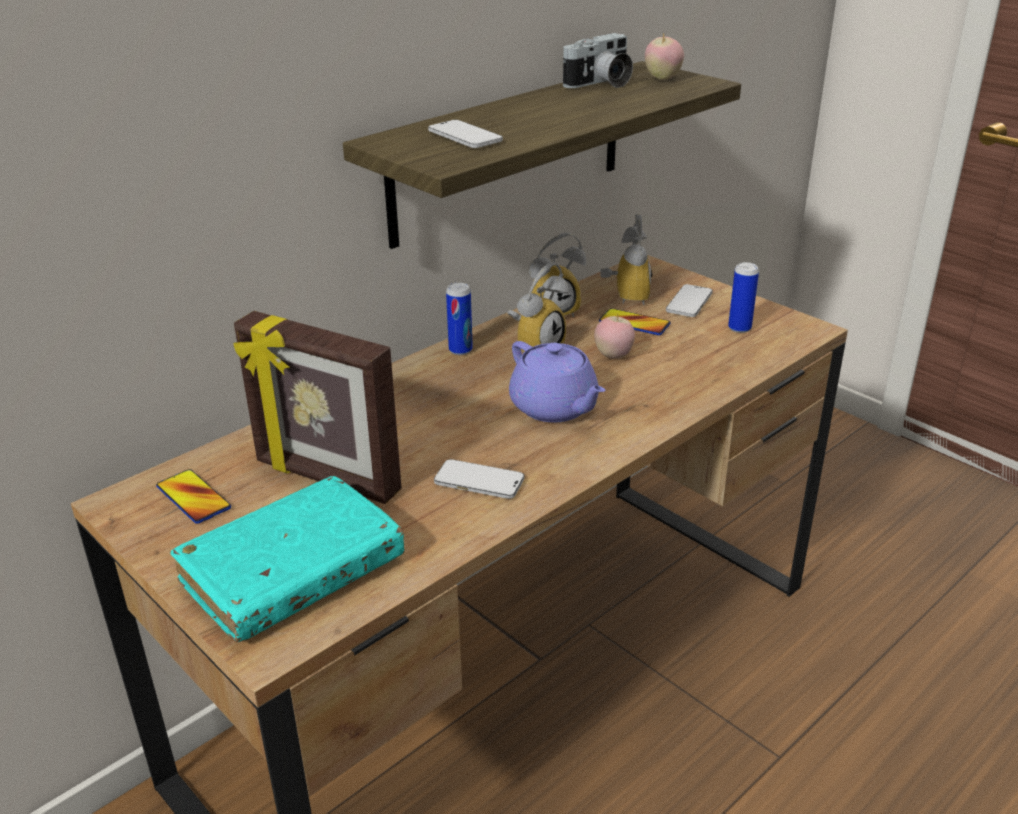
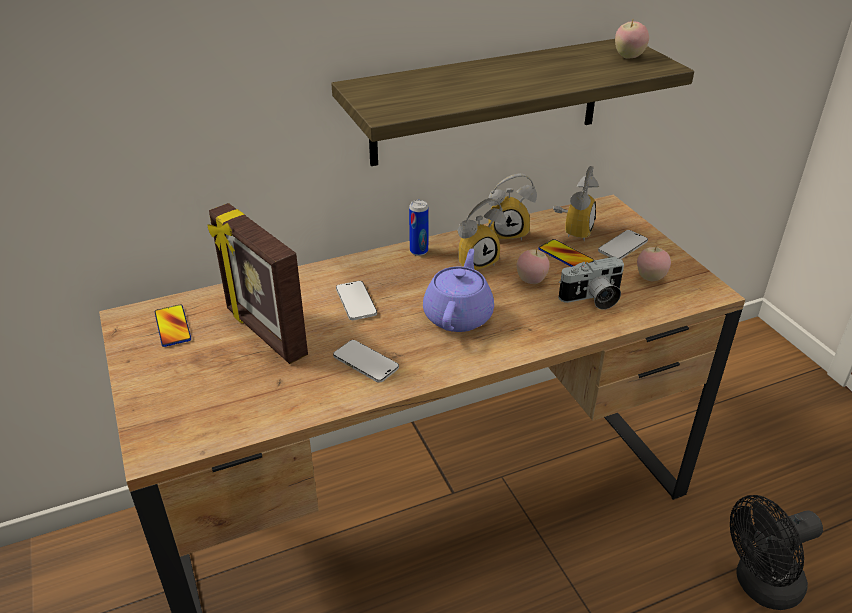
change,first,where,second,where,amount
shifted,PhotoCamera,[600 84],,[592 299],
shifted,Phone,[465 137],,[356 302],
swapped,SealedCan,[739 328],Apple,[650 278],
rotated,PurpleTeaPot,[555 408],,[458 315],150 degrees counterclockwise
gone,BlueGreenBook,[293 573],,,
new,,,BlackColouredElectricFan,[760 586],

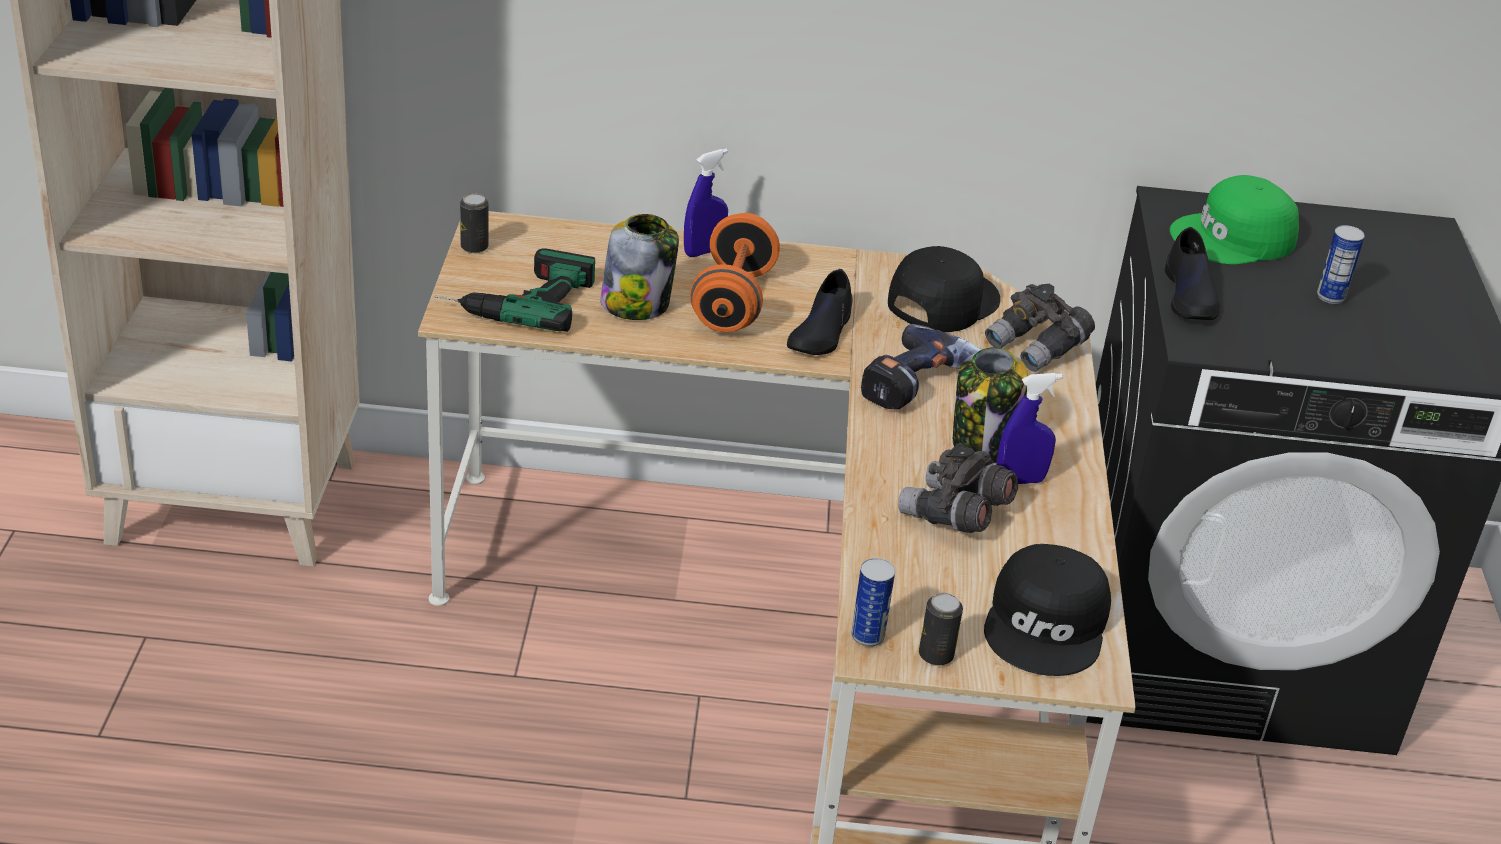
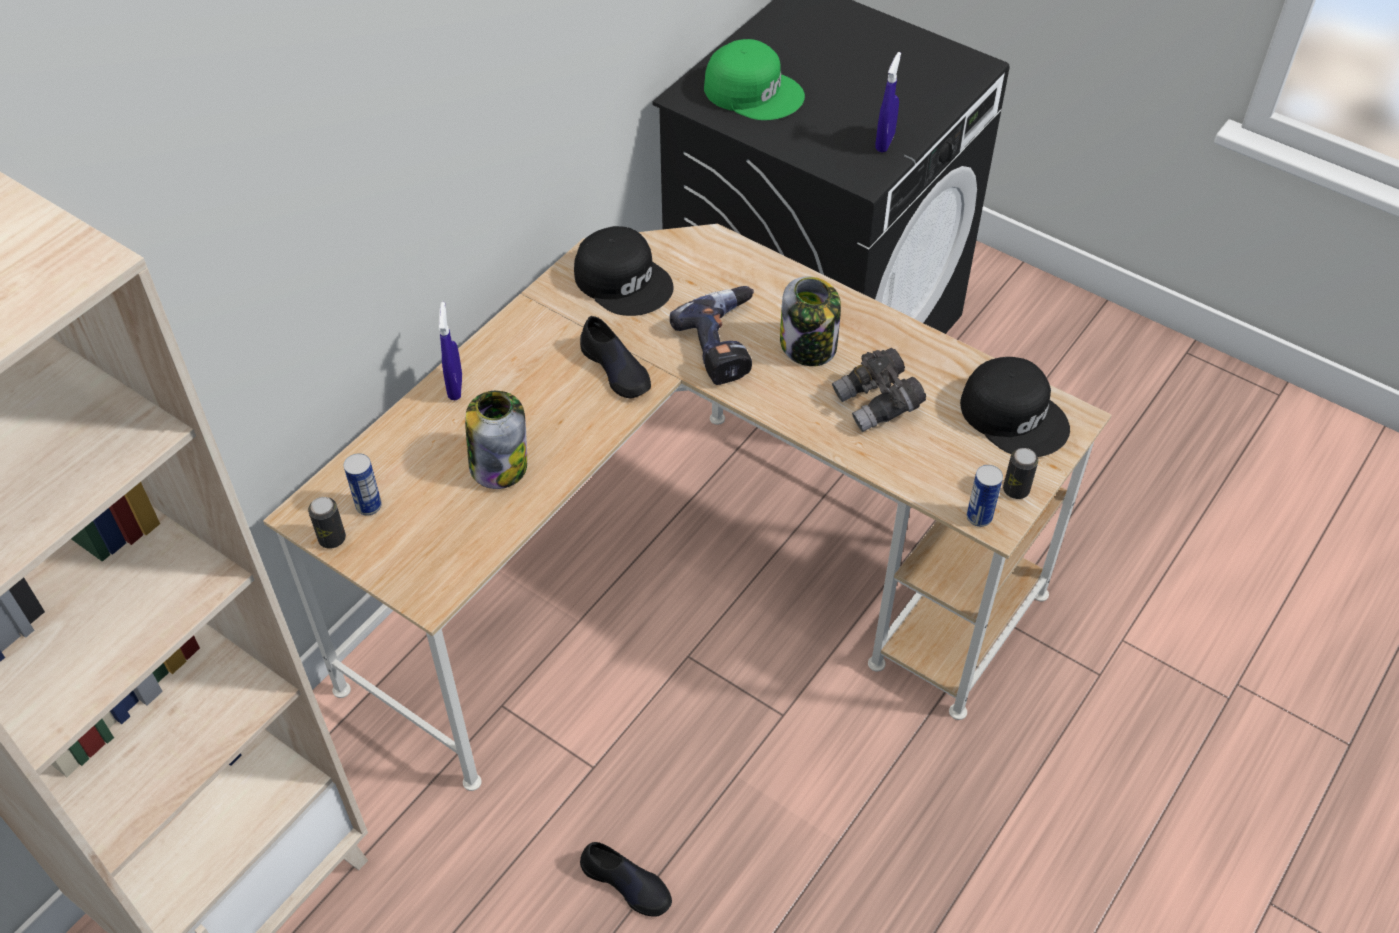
change,first,where,second,where,amount
rotated,GreenishBaseballCap,[1234 238],,[753 91],75 degrees counterclockwise
gone,OrangeyHandWeight,[733 301],,,
shifted,SealedCan,[1330 297],,[368 506],
shifted,BlackColouredShoe,[1189 296],,[627 883],
rotated,BlackColouredBaseballCap,[941 301],,[624 280],150 degrees clockwise
gone,Drill,[515 297],,,
gone,GreyishFieldGlasses,[1037 347],,,
shifted,BlueColouredHandSprayer,[1020 480],,[885 142],

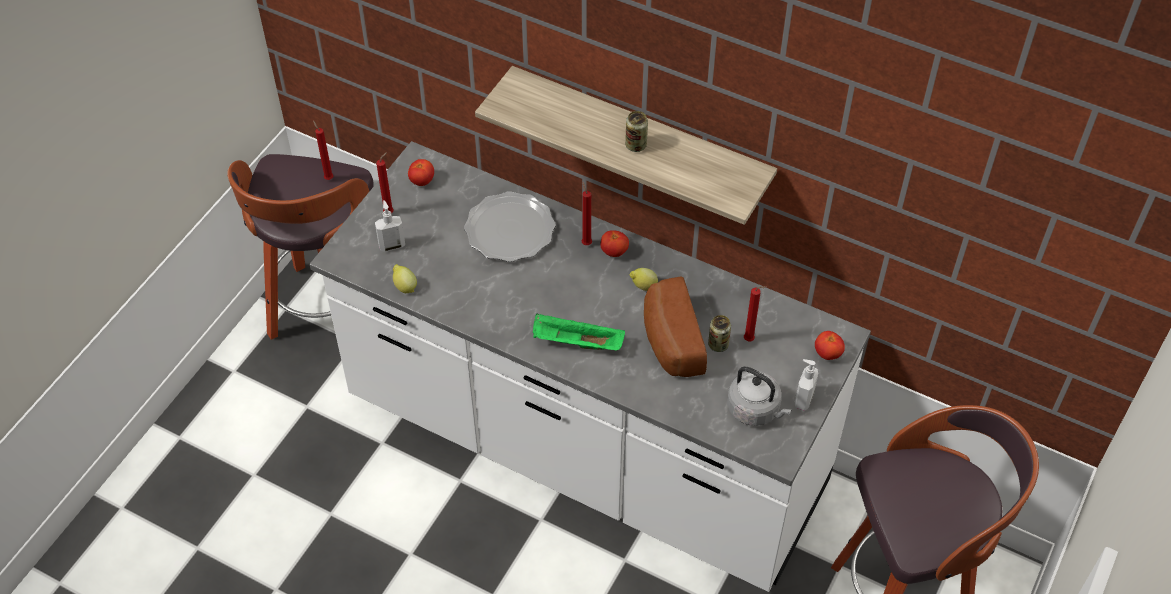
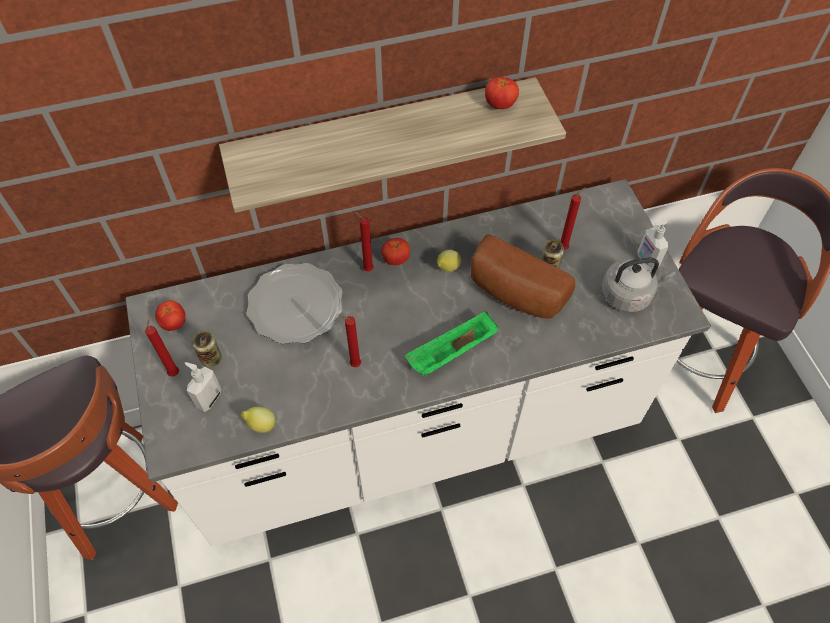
change,first,where,second,where,amount
shifted,SealedCan,[636 145],,[211 359],
shifted,RedColouredWaxCandle,[328 178],,[353 364],
shifted,Tomato,[827 353],,[500 105],

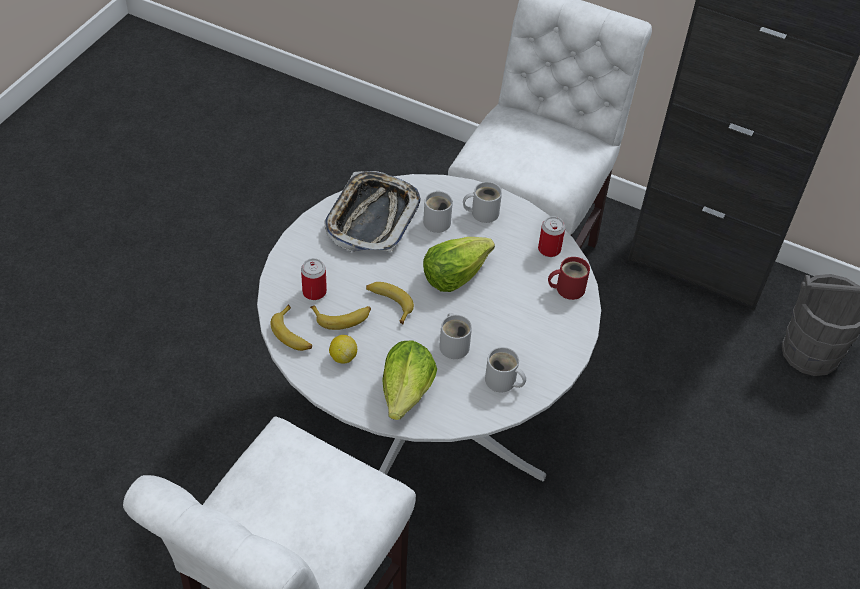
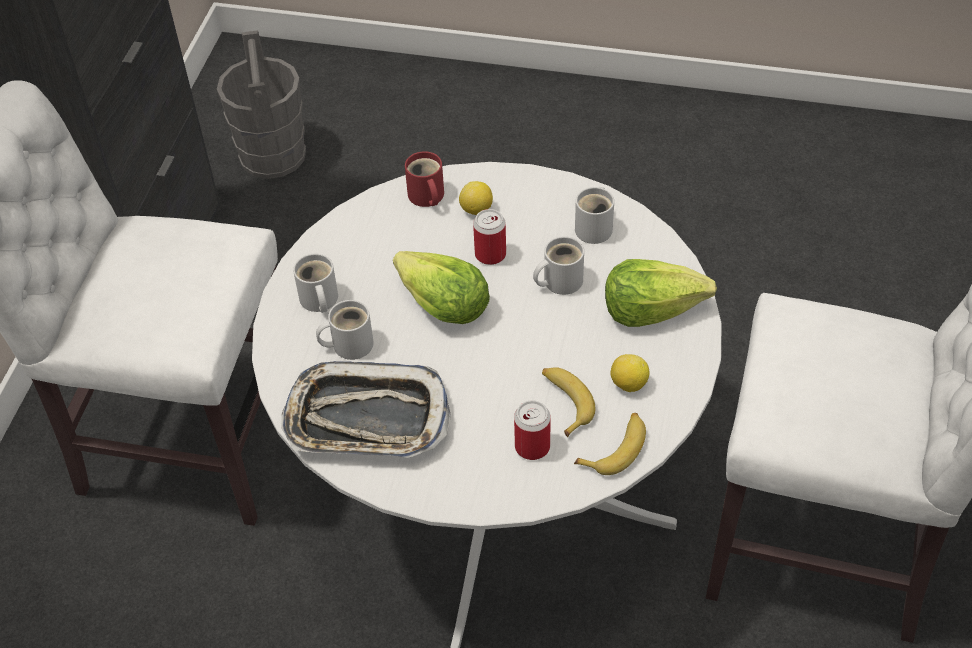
change,first,where,second,where,amount
shifted,SealedCan,[549 249],,[490 254],
gone,Banana,[389 303],,,
new,,,WholeLemon,[476 210],

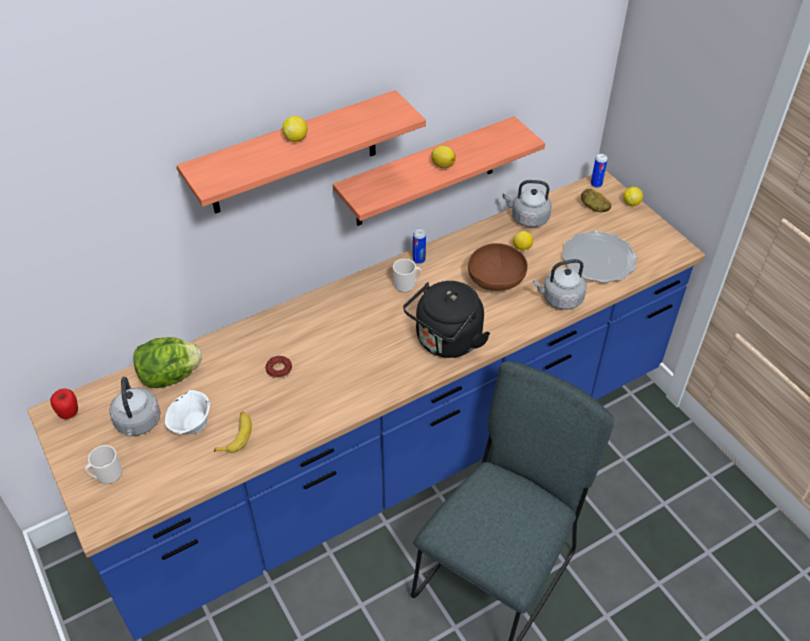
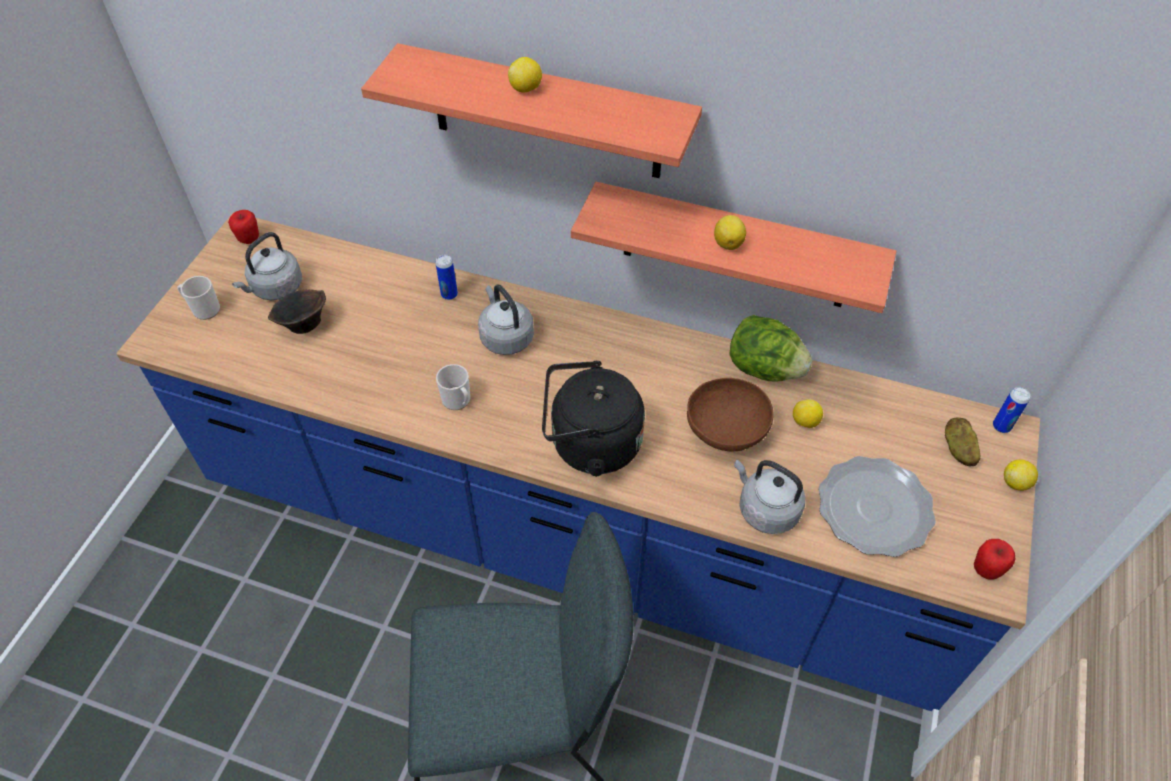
change,first,where,second,where,amount
shifted,GreyishTeaKettle,[527 218],,[505 337],
shifted,SealedCan,[419 260],,[449 294],
shifted,TeaMug,[407 285],,[458 401],
shifted,Lettuce,[170 376],,[764 368],
gone,RingDoughnut,[279 369],,,
repainted,WhitishDeepDish,[191 425],BrownDeepDish,[303 324],
gone,Banana,[236 435],,,
new,,,Apple,[986 569],

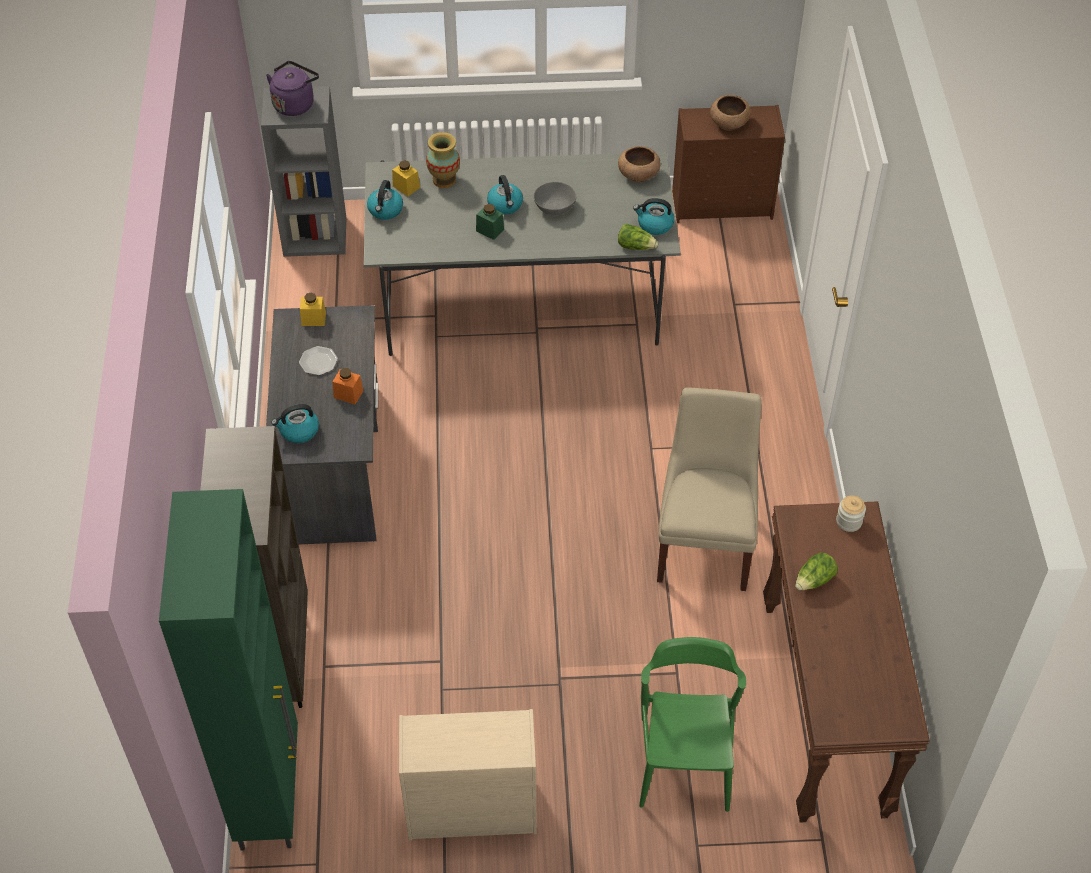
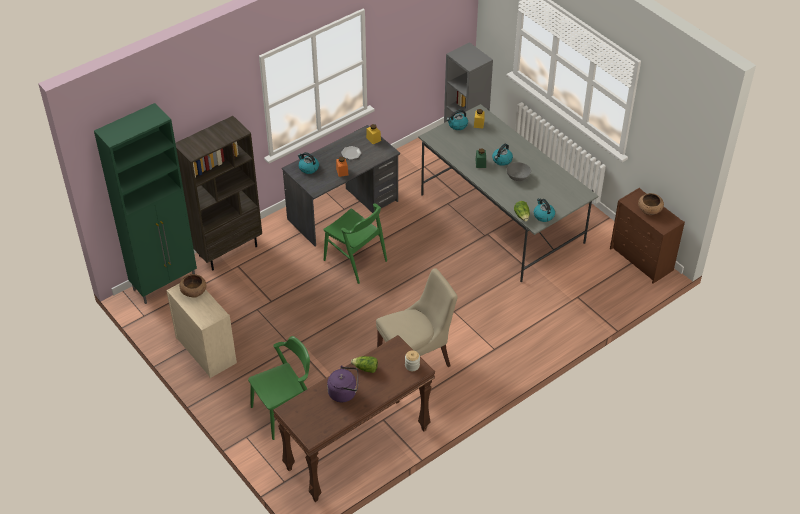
change,first,where,second,where,amount
shifted,PurpleTeaKettle,[295 103],,[344 392],
gone,Vase,[444 180],,,
shifted,BrownDeepDish,[638 174],,[194 291],
new,,,GreenishChair,[355 260],

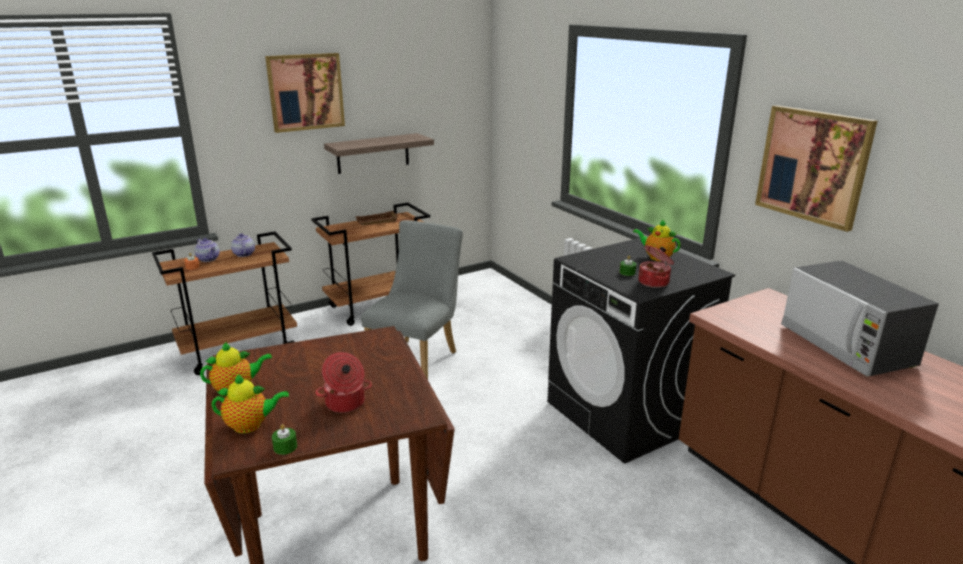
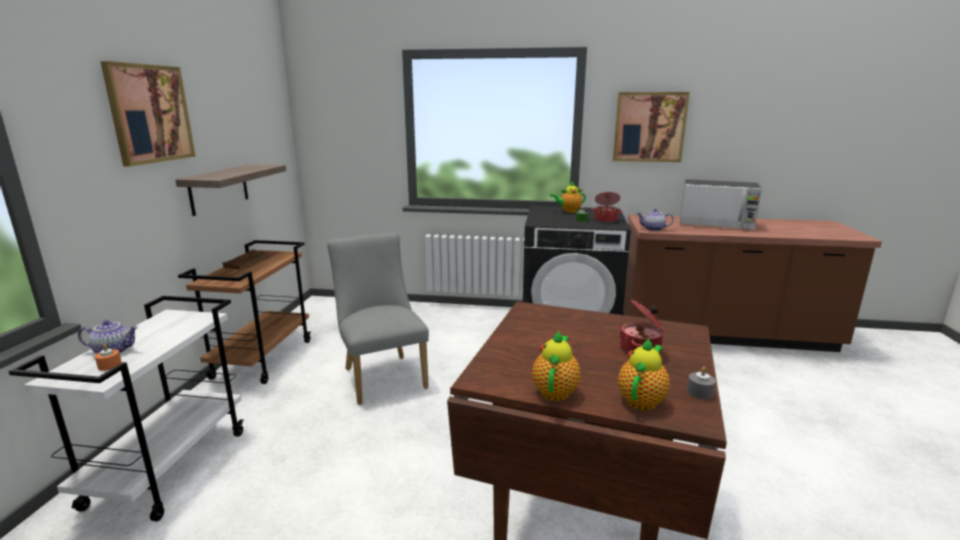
change,first,where,second,where,amount
repainted,BrownWheeledCart,[240 350],WhitishWheeledCart,[169 467],
shifted,TeaPot,[243 254],,[653 229],
repainted,GreenishWaxCandle,[285 447],GreyishWaxCandle,[700 392],

